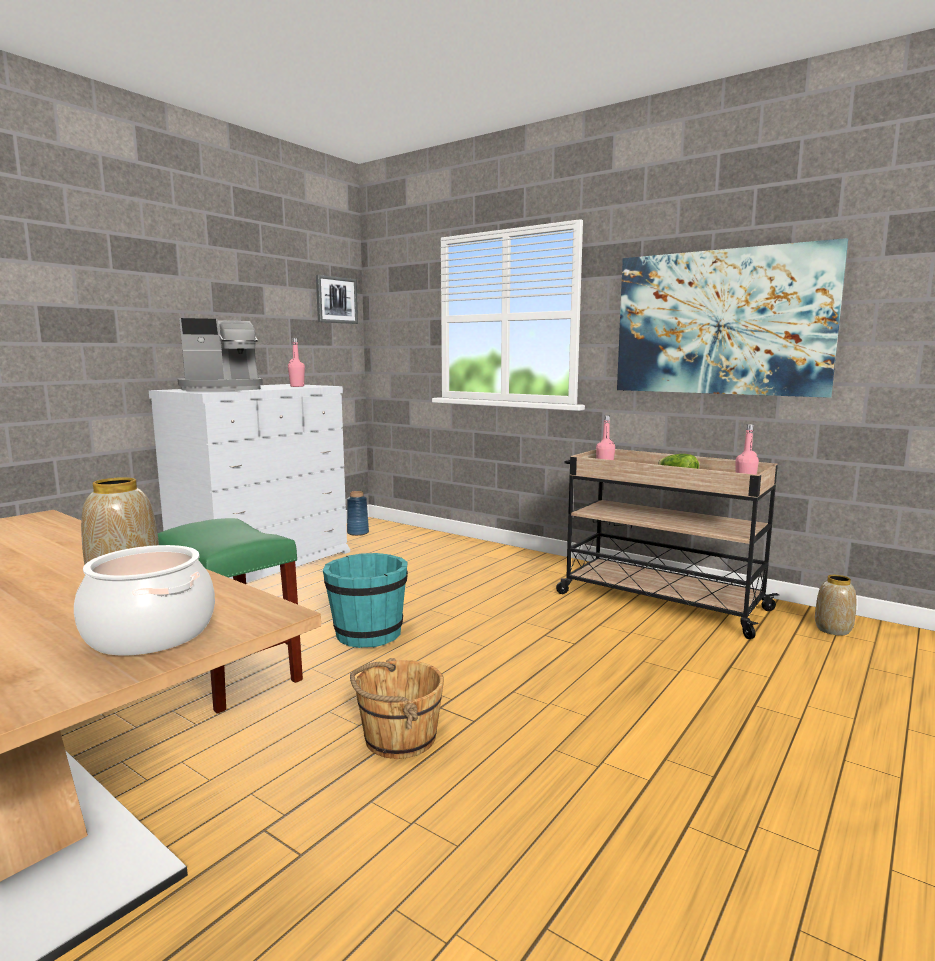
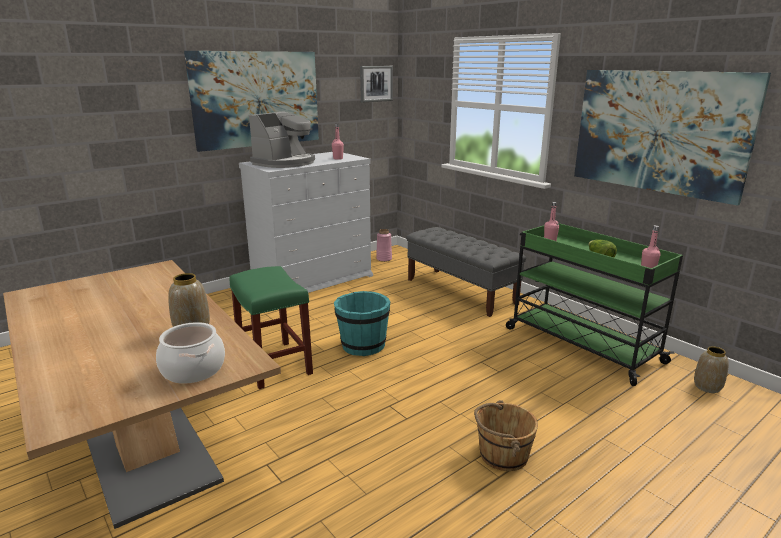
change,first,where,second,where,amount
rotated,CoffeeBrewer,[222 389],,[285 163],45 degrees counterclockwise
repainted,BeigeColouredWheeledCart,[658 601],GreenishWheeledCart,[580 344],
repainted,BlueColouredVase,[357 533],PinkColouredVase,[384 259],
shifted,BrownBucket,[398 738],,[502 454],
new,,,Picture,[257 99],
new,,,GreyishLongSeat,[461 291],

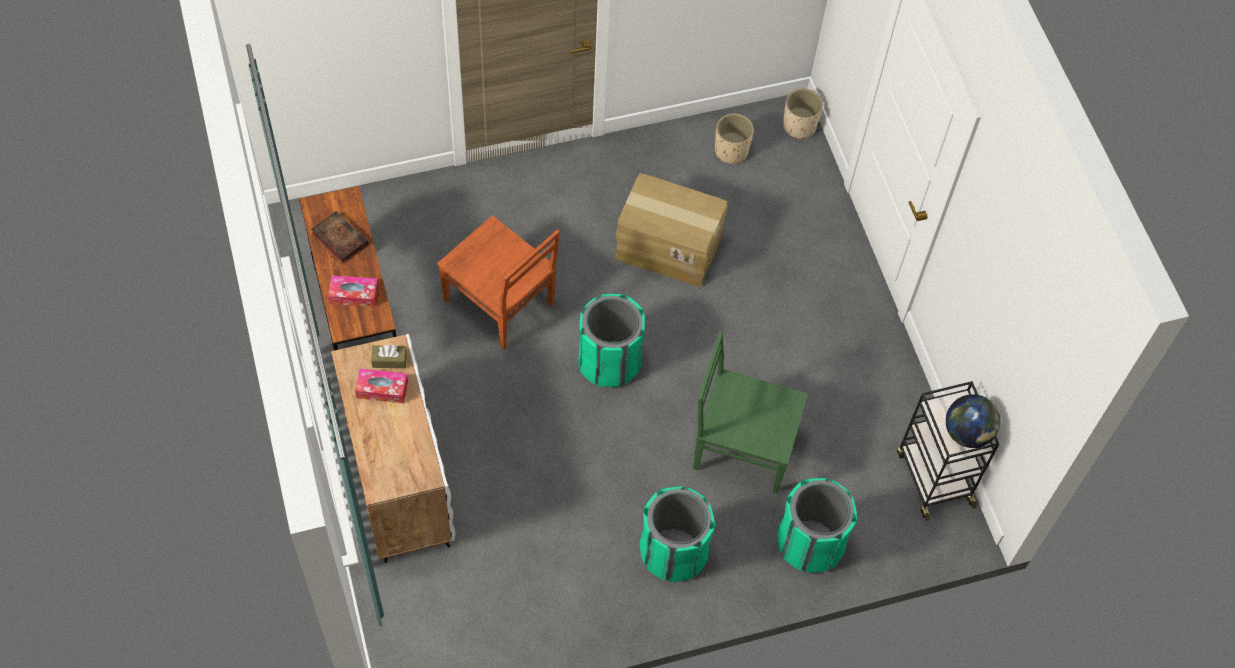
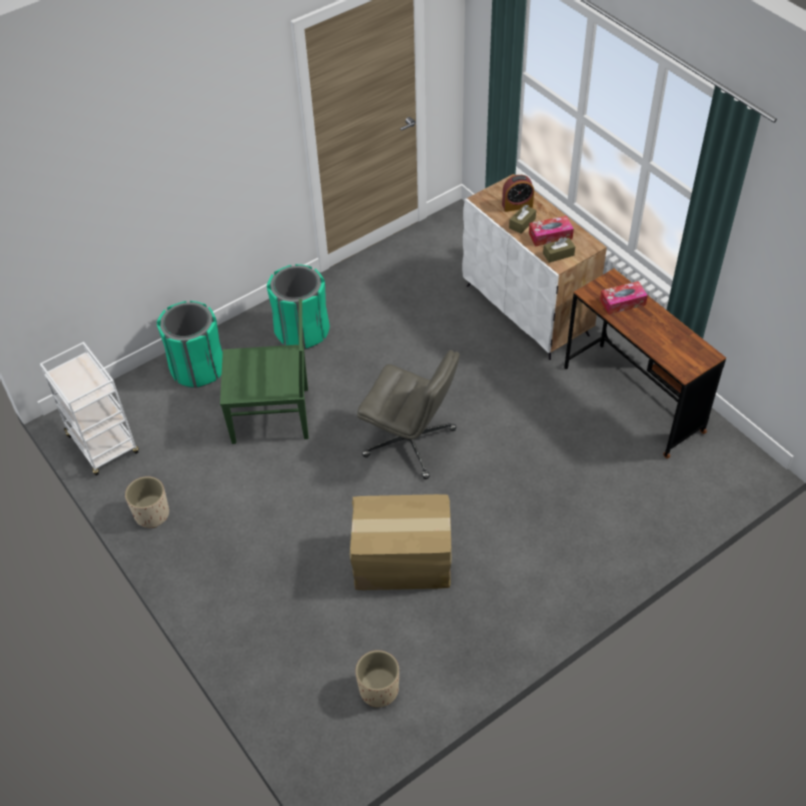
change,first,where,second,where,amount
shifted,BeigeColouredPlanter,[799 126],,[152 514],
gone,Book,[338 238],,,
gone,BrownChair,[500 304],,,
swapped,GreenishRubbishBin,[609 361],GreyishDeskChair,[411 443],
repainted,BlackColouredWheeledCart,[933 477],WhitishWheeledCart,[104 445],
gone,DeskGlobe,[967 433],,,
new,,,BedsideClock,[517 205],
new,,,BrownTissueBox,[522 223],

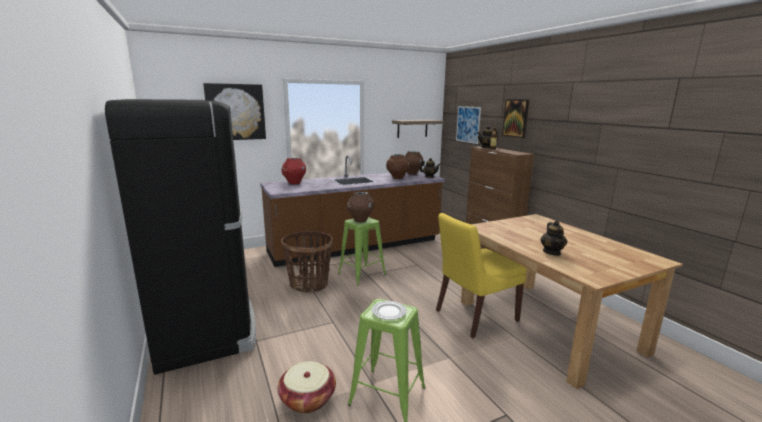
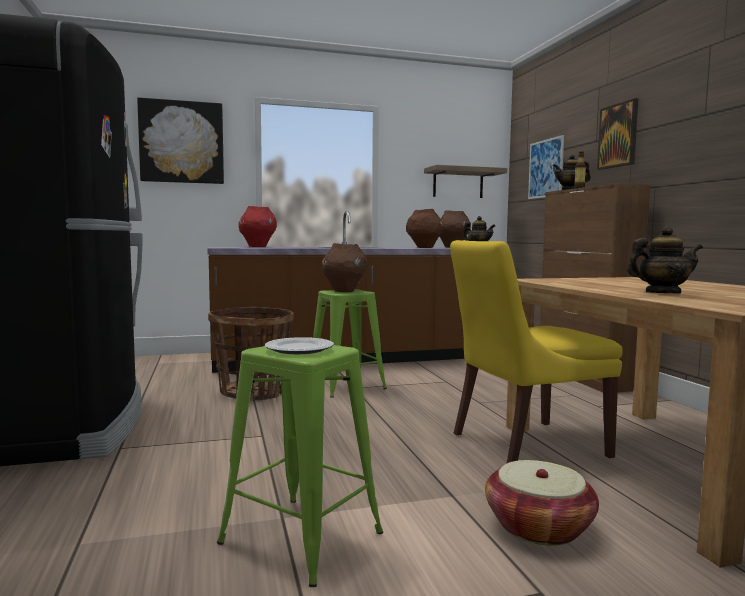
change,first,where,second,where,amount
rotated,TeaPot,[552 252],,[662 293],105 degrees counterclockwise
shifted,StorageBasket,[307 398],,[538 527],

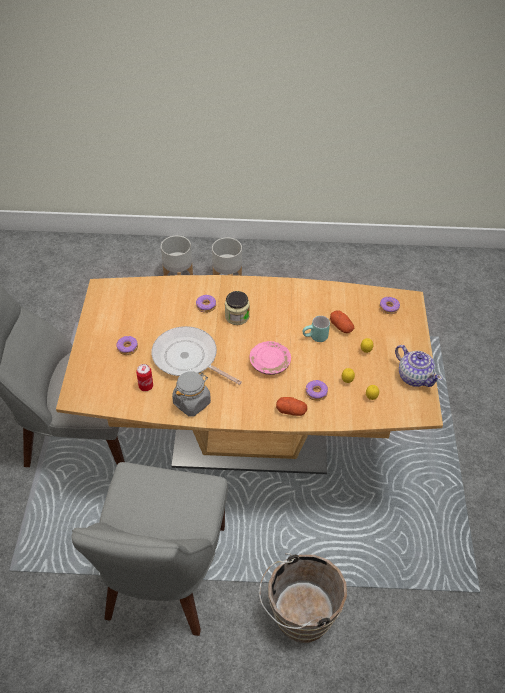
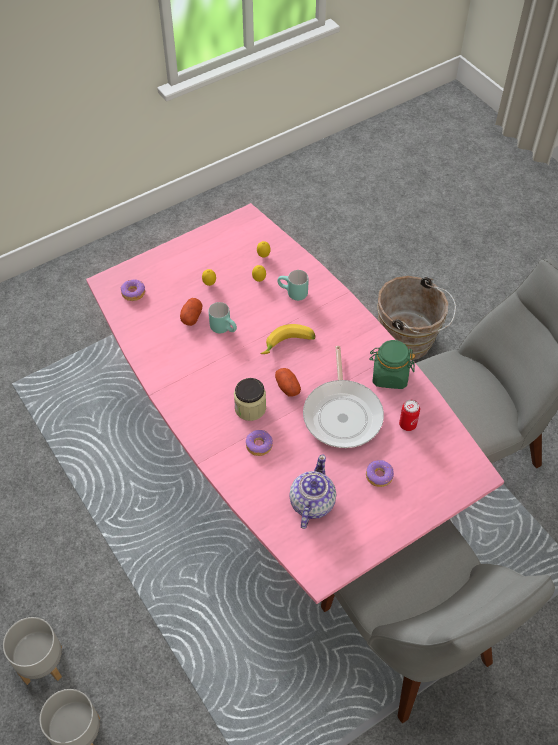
change,first,where,second,where,amount
repainted,BrownKitchenTable,[250 439],PinkColouredKitchenTable,[278 473],
swapped,PinkColouredFlatDish,[270 363],Banana,[288 345],
shifted,TeaPot,[414 376],,[311 503],
repainted,GreyishStorageJar,[192 402],GreenishStorageJar,[389 375],
swapped,RingDoughnut,[316 393],BlueGreenTeaMug,[292 294],
shifted,Potato,[291 411],,[287 387],

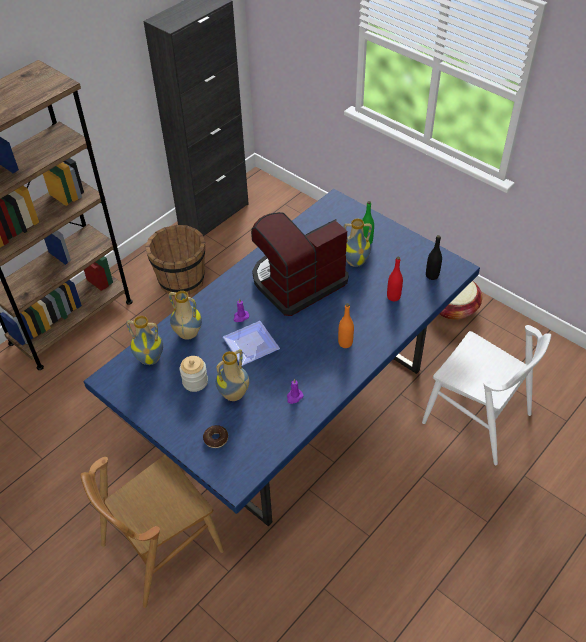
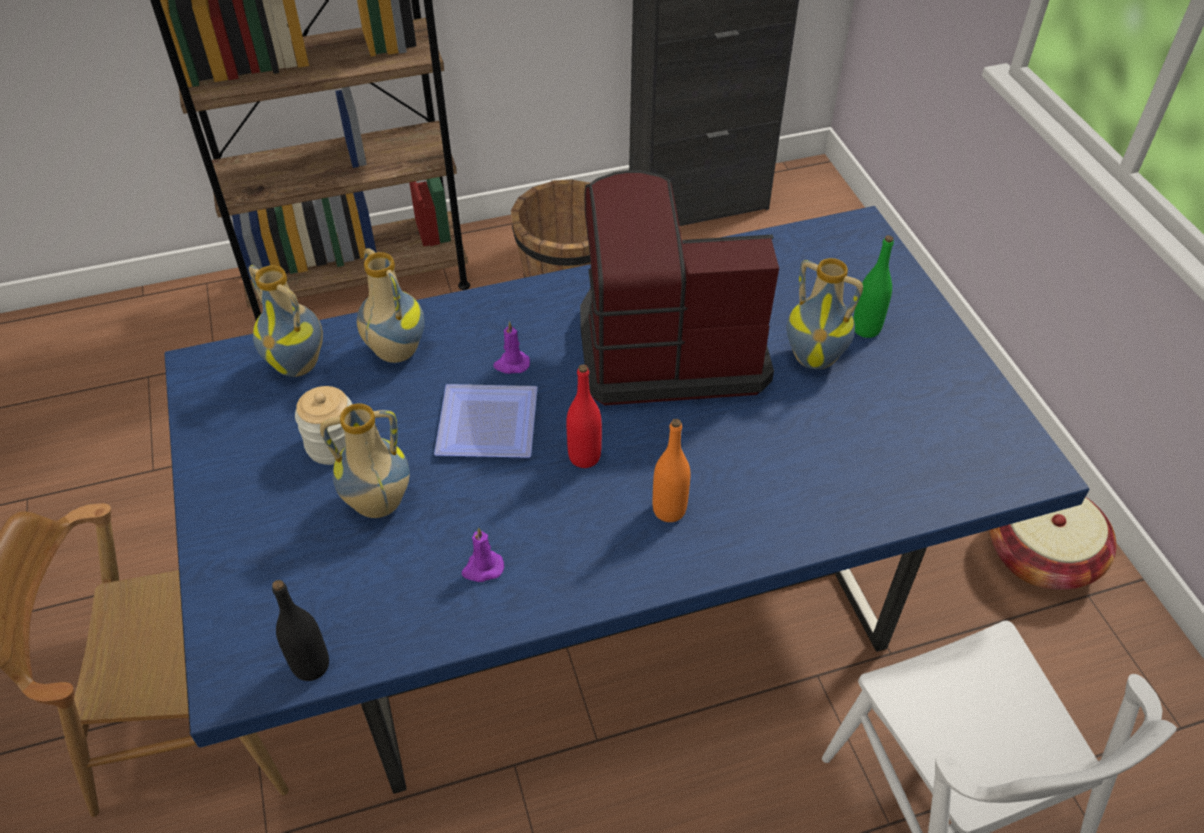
change,first,where,second,where,amount
shifted,BlackColouredBottle,[432 275],,[311 665],
shifted,RedColouredBottle,[393 297],,[584 457],
gone,RingDoughnut,[216 439],,,

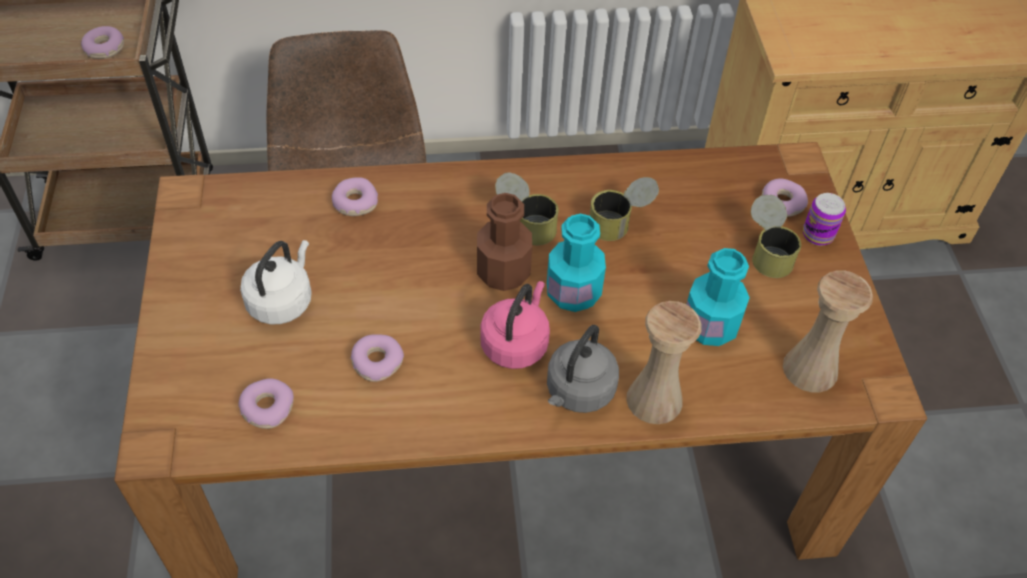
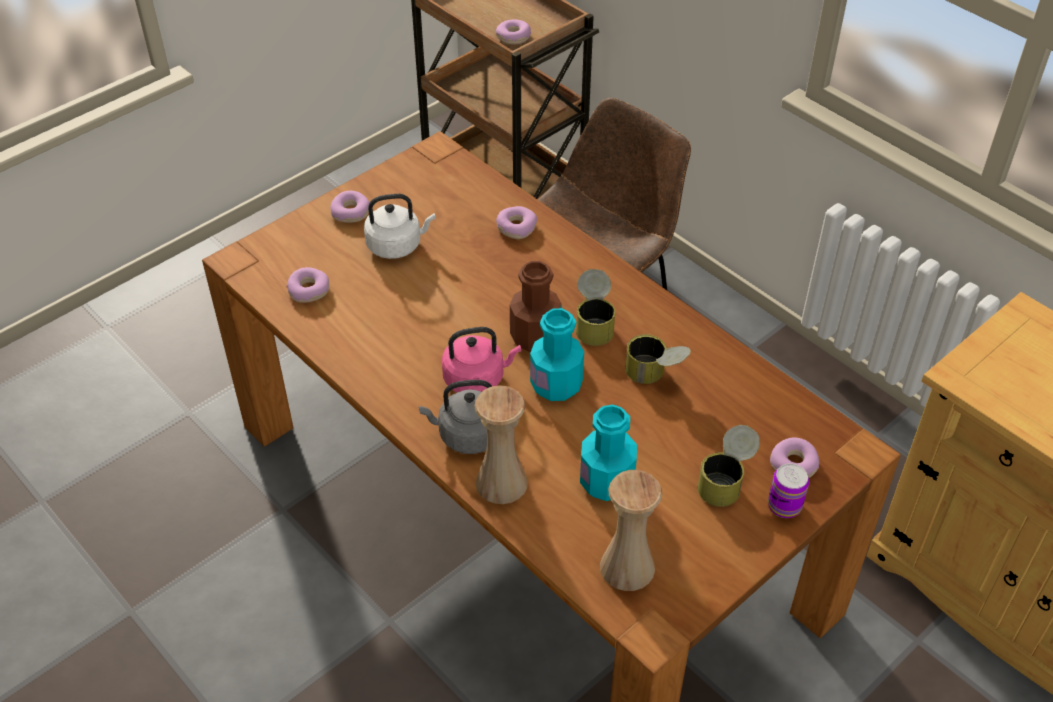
change,first,where,second,where,amount
shifted,RingDoughnut,[377 362],,[351 212],

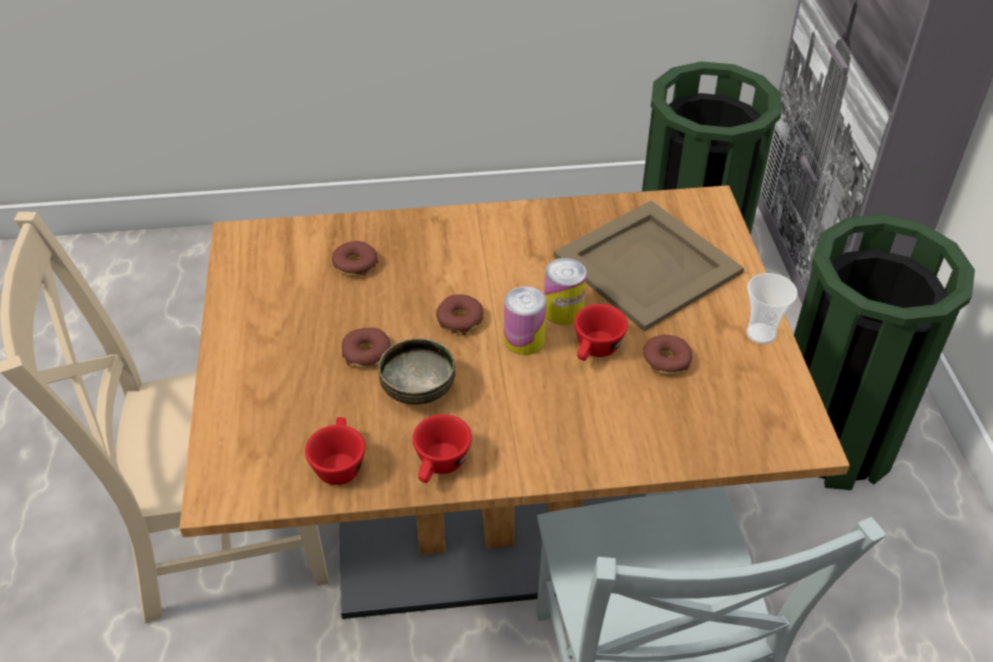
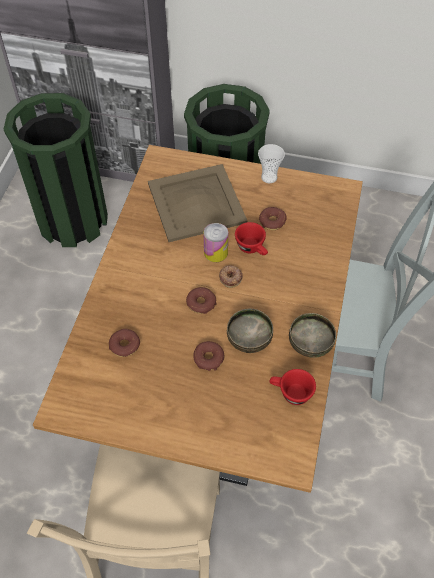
change,first,where,second,where,amount
swapped,SealedCan,[524 340],RingDoughnut,[230 277],
swapped,RedColouredCup,[440 466],DeepDish,[309 344],

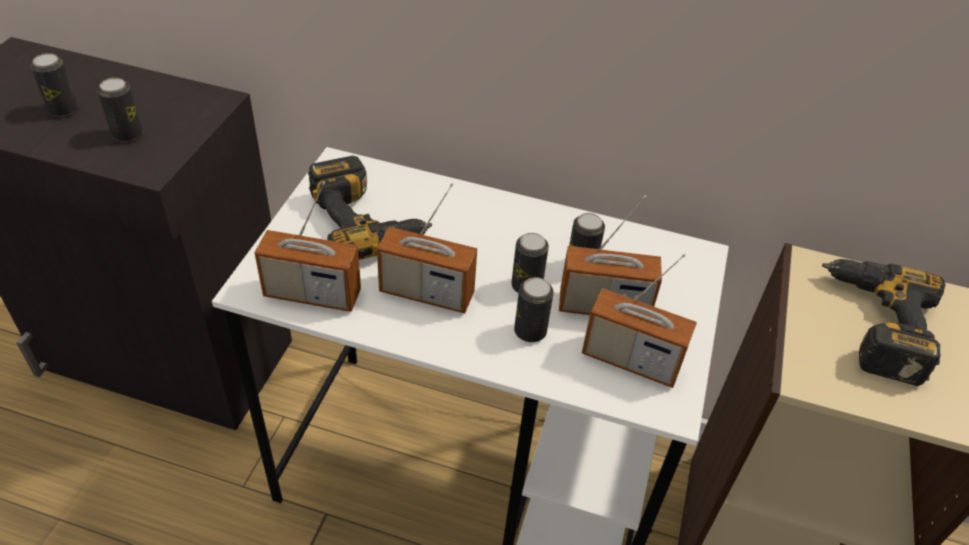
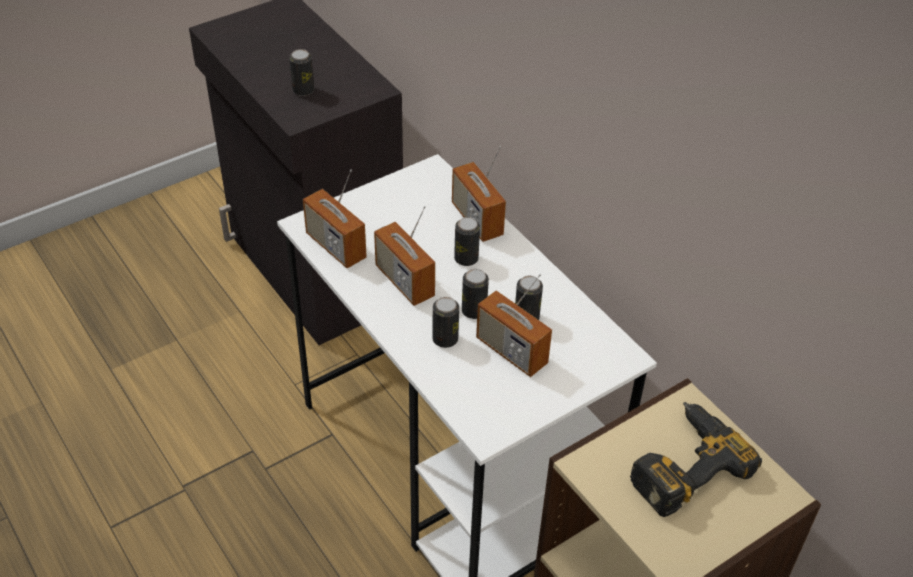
change,first,where,second,where,amount
shifted,SealedCan,[63 109],,[466 259],
gone,Drill,[368 221],,,
shifted,RadioReceiver,[631 360],,[477 219],

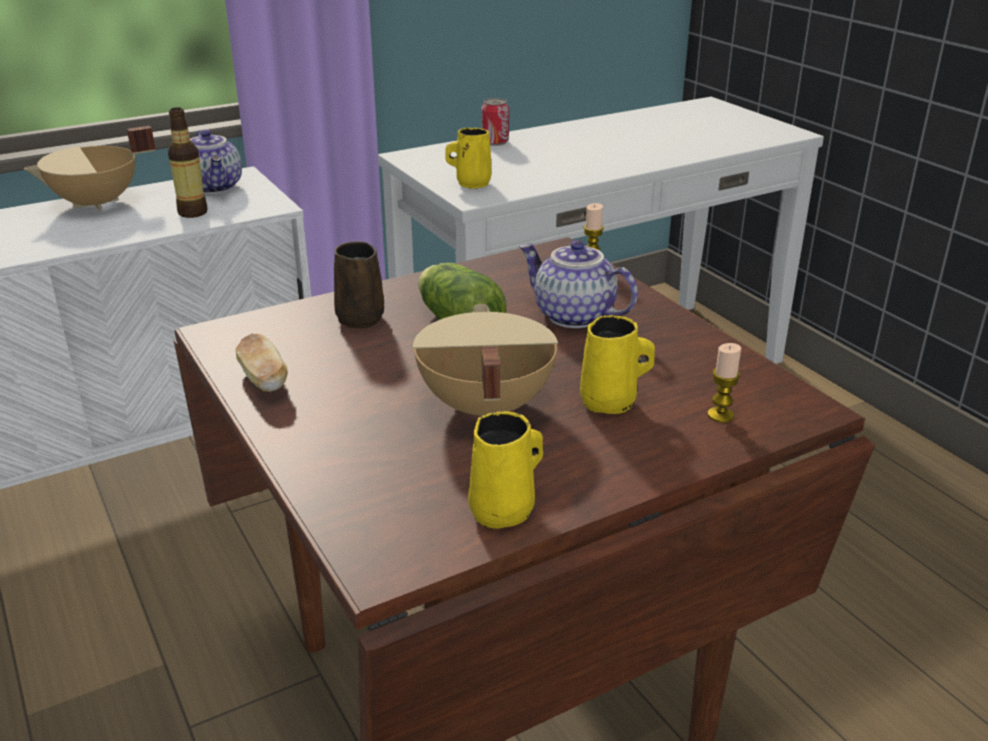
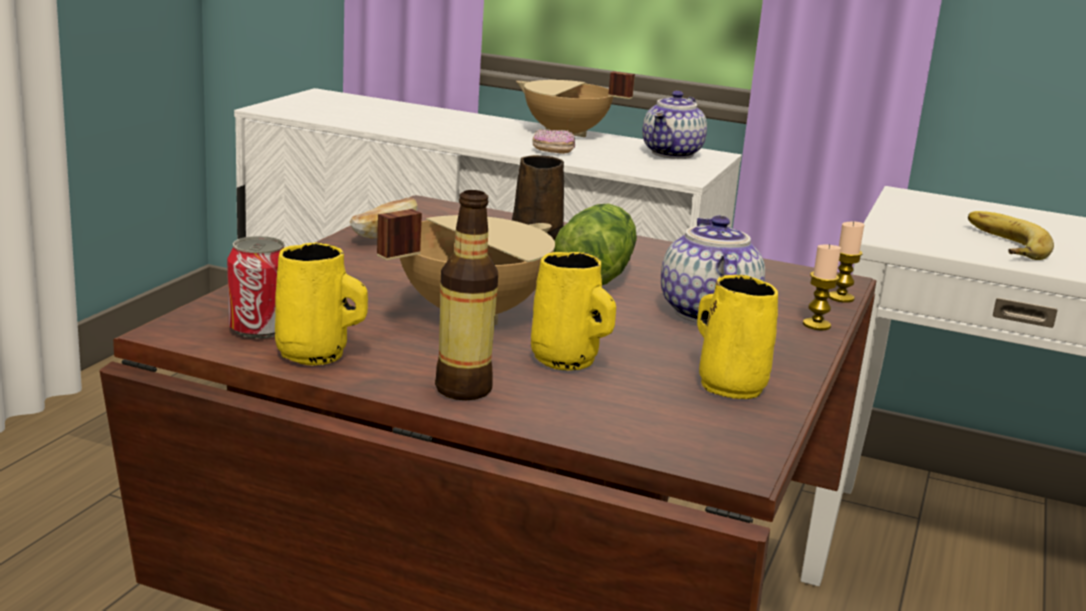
change,first,where,second,where,amount
shifted,SealedCan,[495 142],,[259 329],
shifted,Bottle,[192 213],,[463 389],
shifted,YellowColouredTeaMug,[471 183],,[728 385],
shifted,WaxCandle,[720 415],,[816 325],
new,,,RingDoughnut,[553 151],
new,,,Banana,[1000 244],

